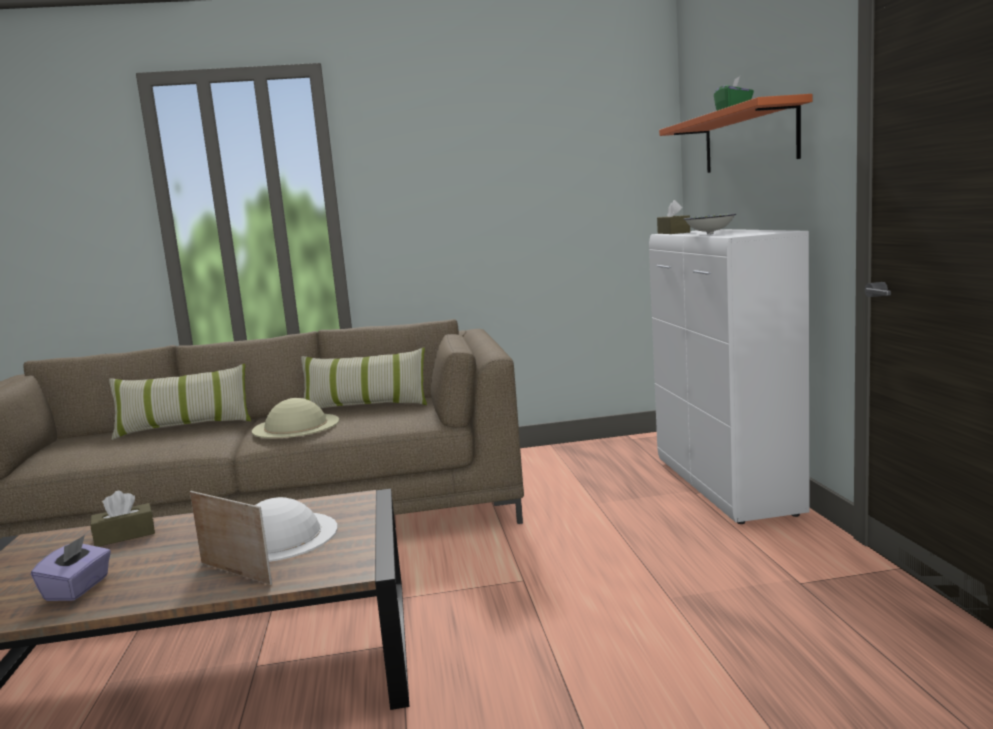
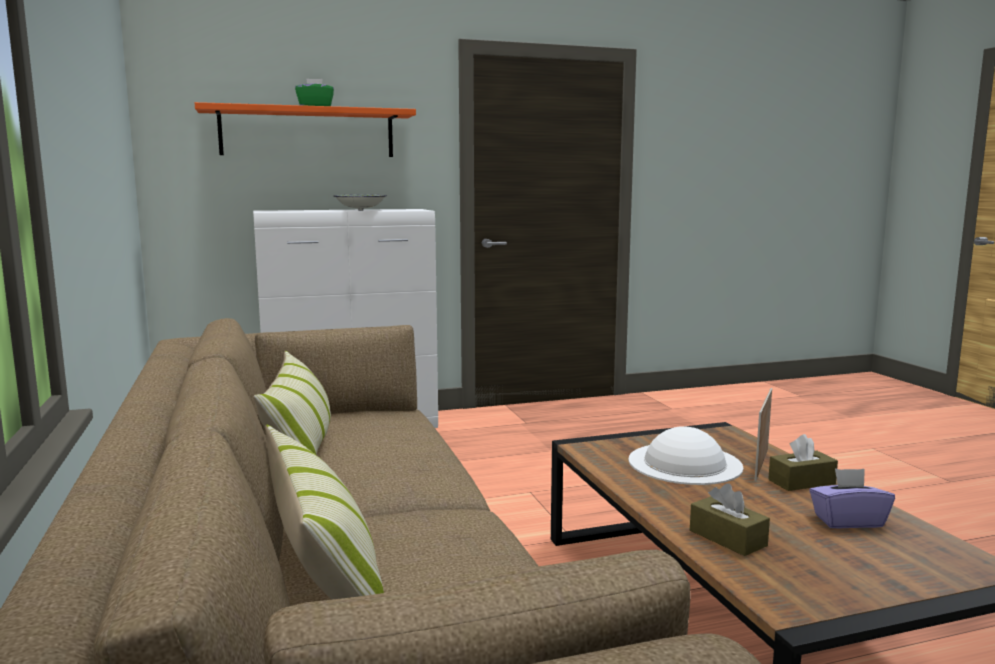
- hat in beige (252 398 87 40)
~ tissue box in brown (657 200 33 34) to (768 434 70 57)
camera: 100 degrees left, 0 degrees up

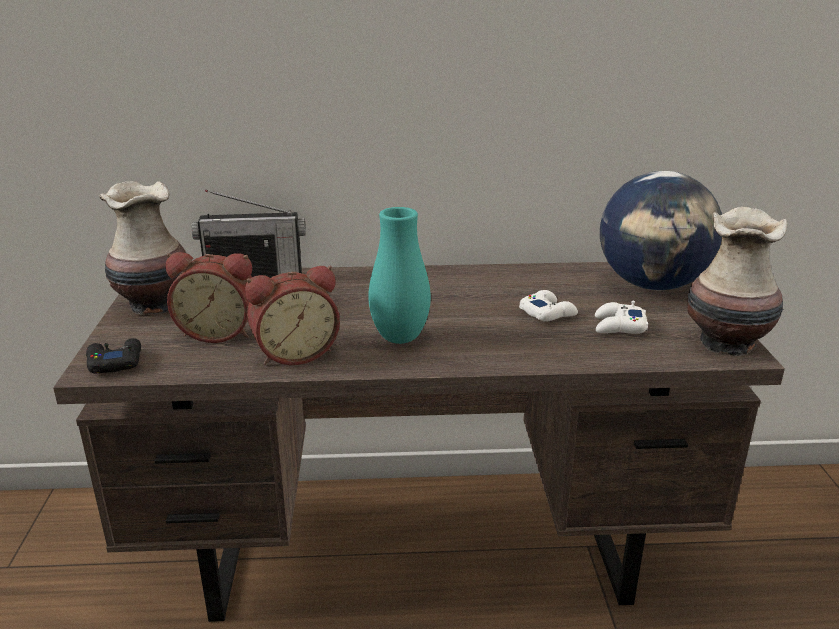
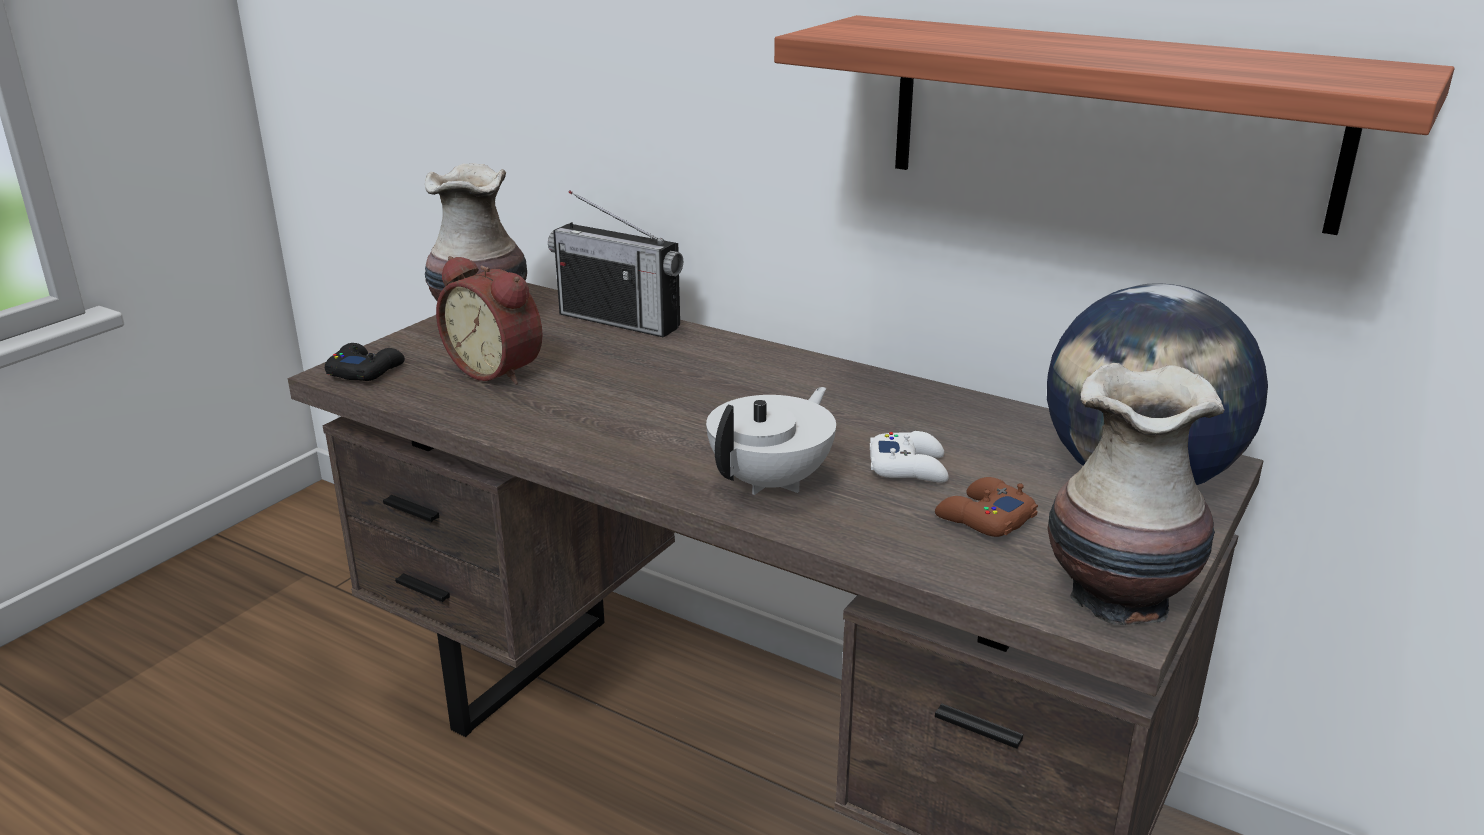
- alarm clock (245 266 95 99)
- vase in turquoise (368 207 63 137)
+ teapot in white (706 387 130 108)
+ shelf (774 15 680 220)
~ game controller in white (595 300 53 34) to game controller in brown (935 477 103 60)
camera: 35 degrees right, 0 degrees up

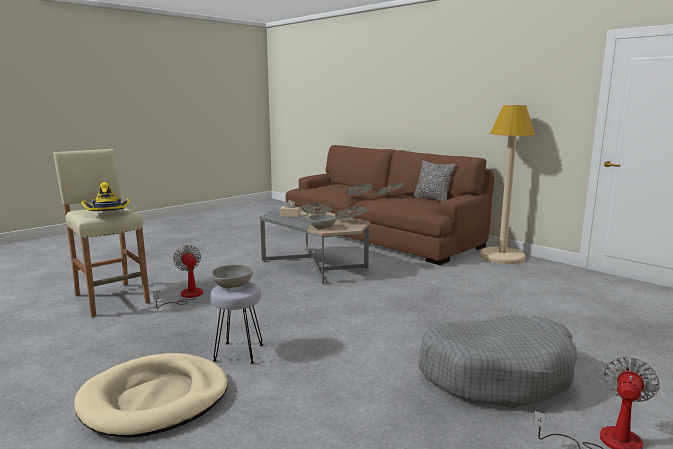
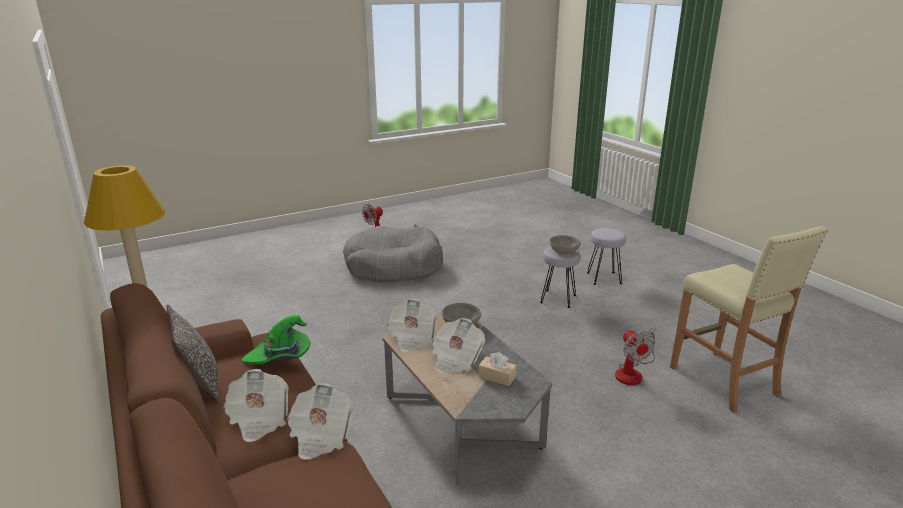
- hat in yellow (82 182 49 29)
+ hat in green (242 315 69 49)
~ dog bed in beige (74 353 154 85) to stool in grey (587 228 39 57)
camera: 165 degrees left, 10 degrees up

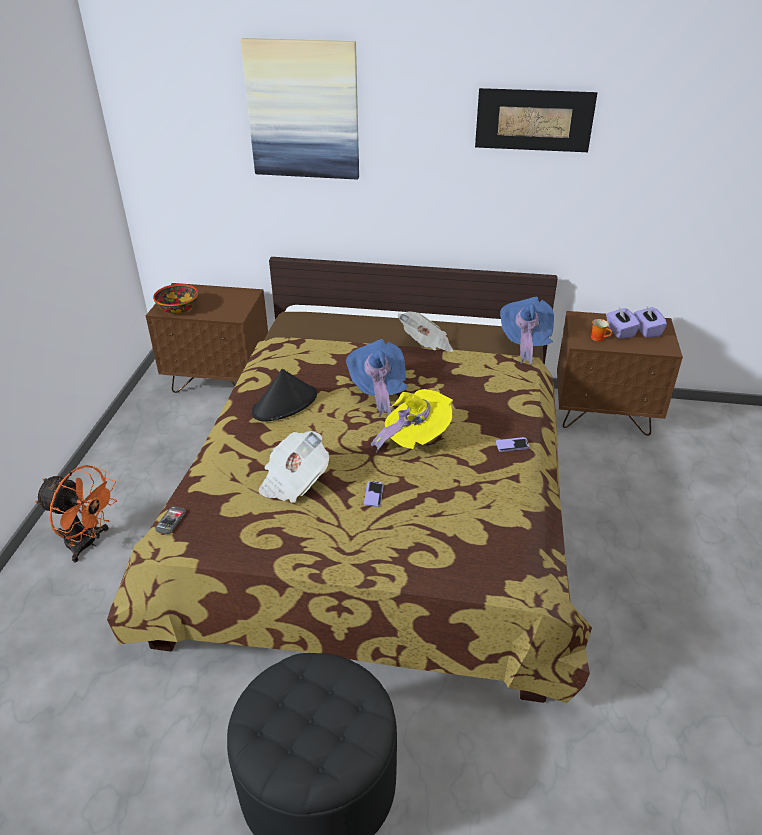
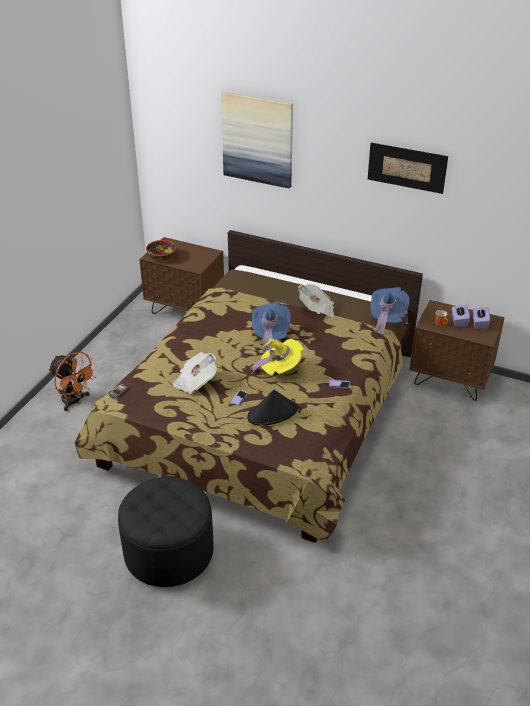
~ hat in black (252 369 65 53) to (247 389 51 36)
camera: 15 degrees right, 0 degrees up

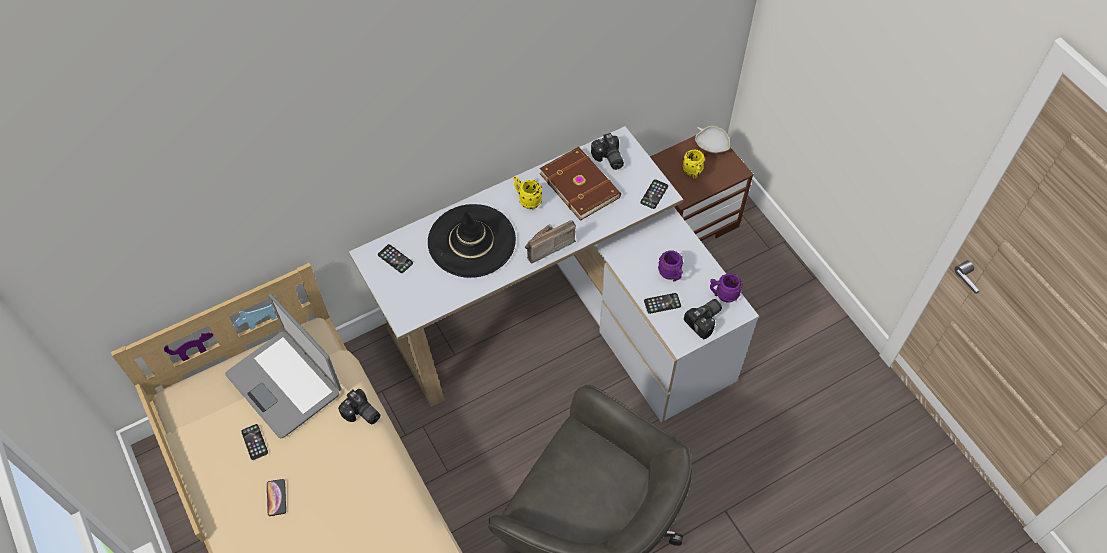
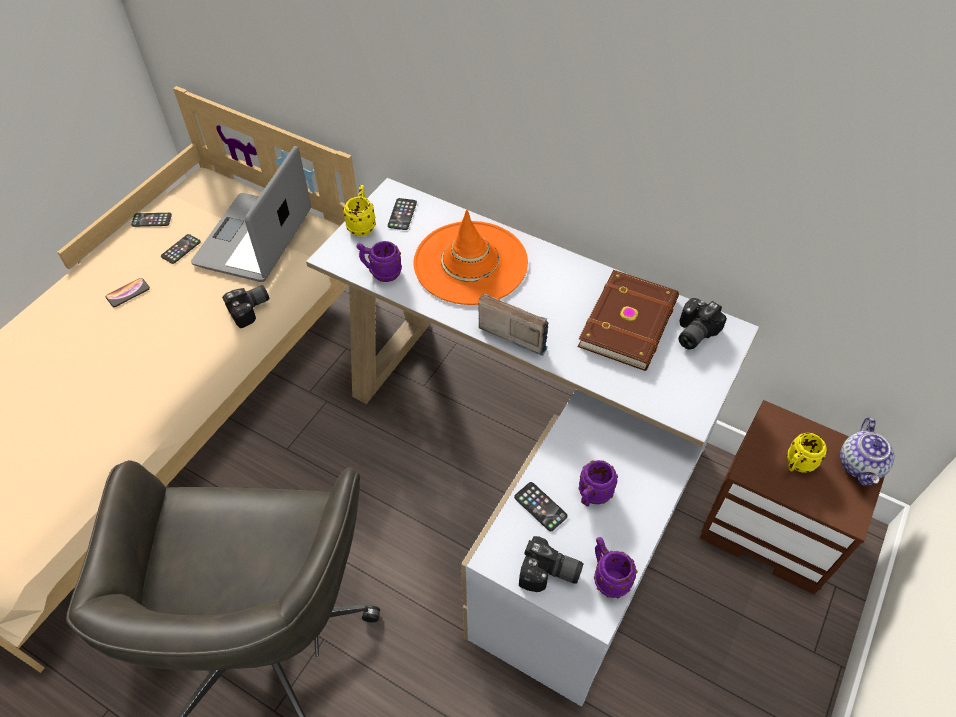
+ mug in purple (356 241 46 41)
~ mug in yellow (513 176 29 33) to (343 185 33 51)
~ phone (640 179 28 30) to (131 213 41 14)
~ bowl in white (695 126 35 27) to teapot (840 417 55 69)
~ hat in black (428 204 88 74) to hat in orange (414 210 114 95)
~ photo camera (338 389 42 36) = (222 285 48 43) 135 degrees counterclockwise
camera: 60 degrees right, 5 degrees down

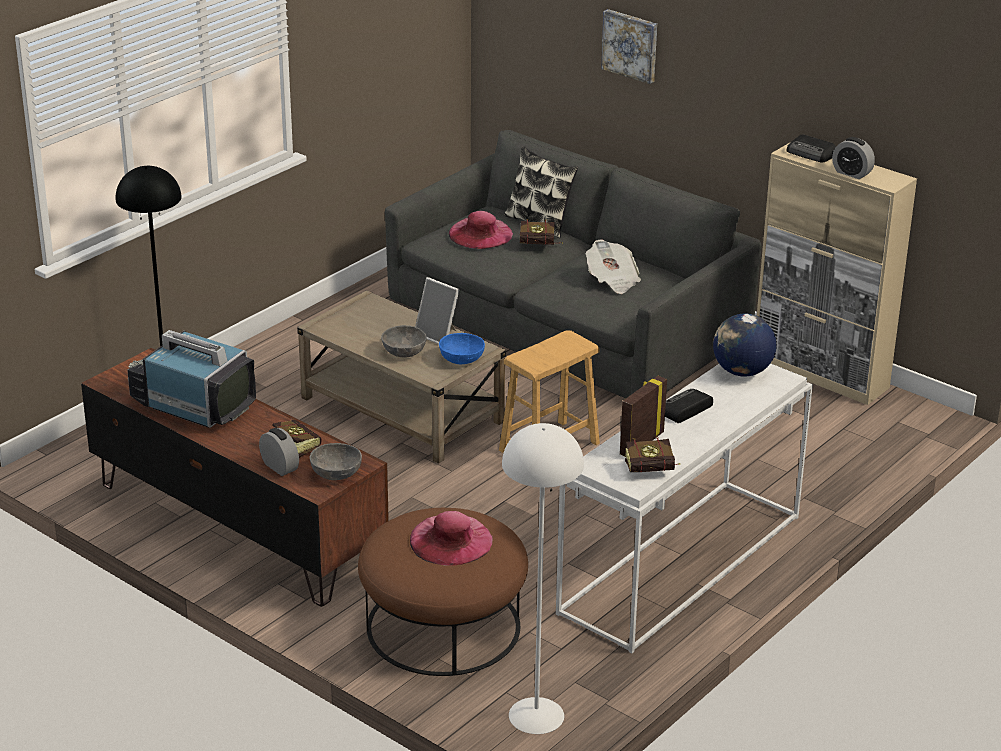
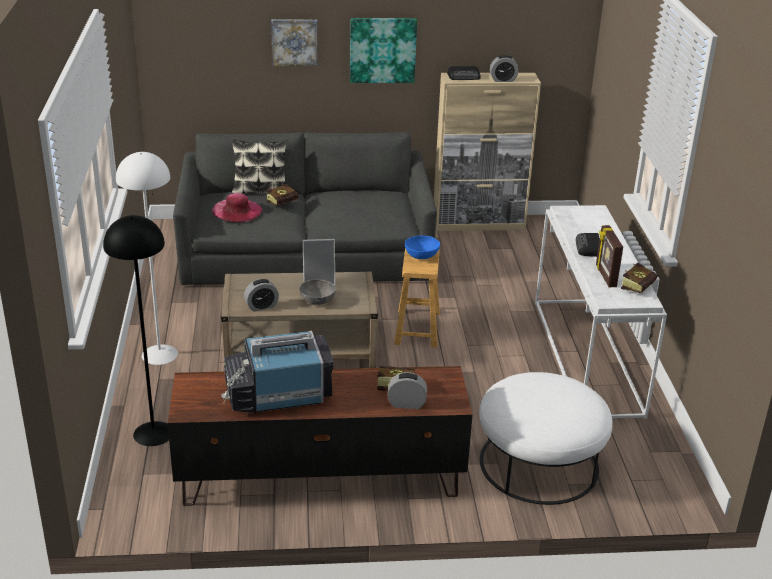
- bowl in grey (310 443 52 37)
- hat in pink (410 511 83 55)
- newspaper (586 240 55 54)
- globe (713 314 64 63)
+ alarm clock (244 279 35 32)
+ picture (350 18 67 65)
~ bowl in blue (439 333 46 31) to (405 236 35 23)
~ floor lamp in white (502 423 82 311) to (116 152 62 213)
~ ottoman in brown (358 508 170 168) to ottoman in white (479 372 134 133)
camera: 45 degrees left, 0 degrees up

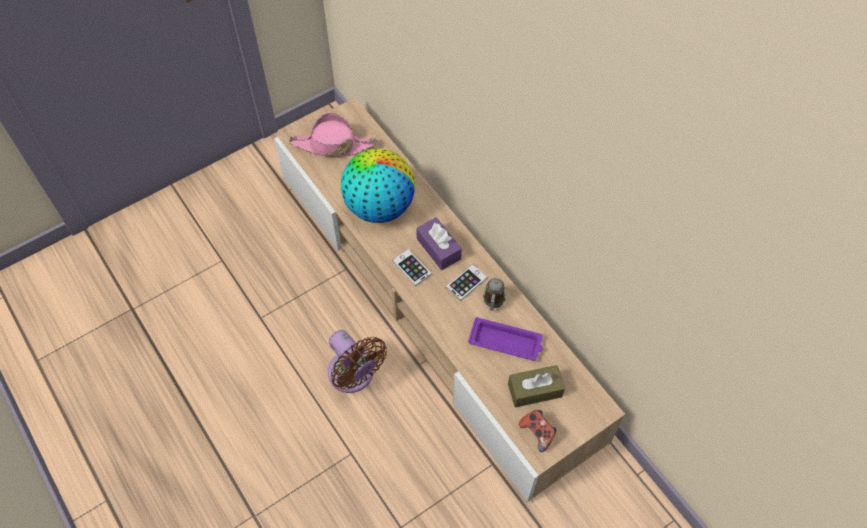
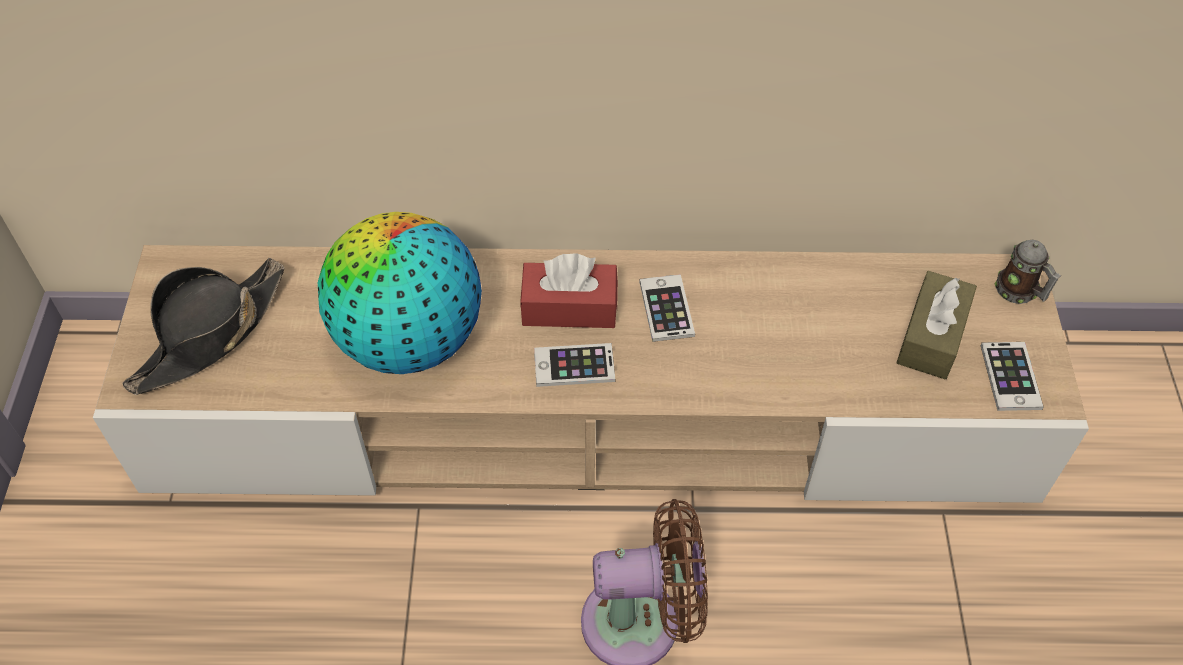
- tray in purple (468 317 75 44)
~ mug (483 278 23 33) to (995 240 66 64)
~ game controller (519 410 38 42) to phone (980 342 64 69)
~ hat in pink (289 113 88 44) to hat in black (122 258 162 137)
~ tissue box in purple (416 217 46 53) to tissue box in red (520 253 98 75)
camera: 55 degrees left, 5 degrees down

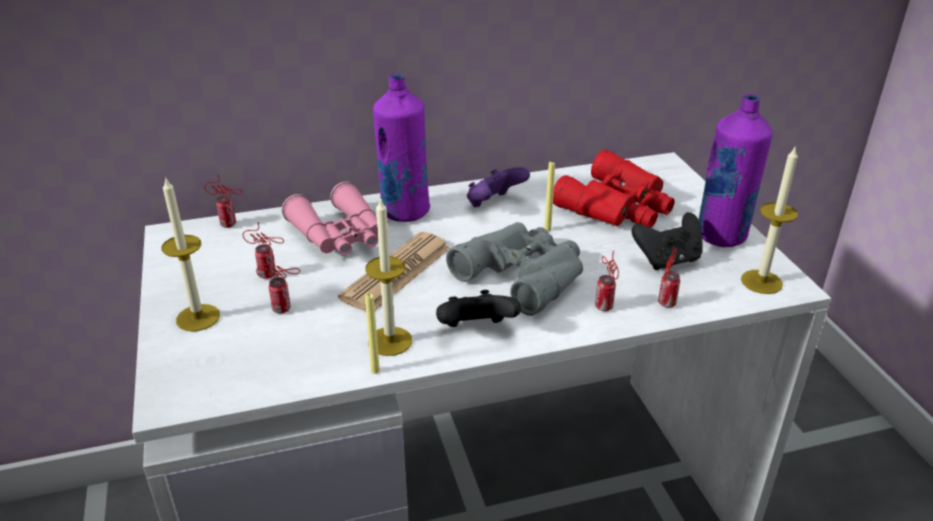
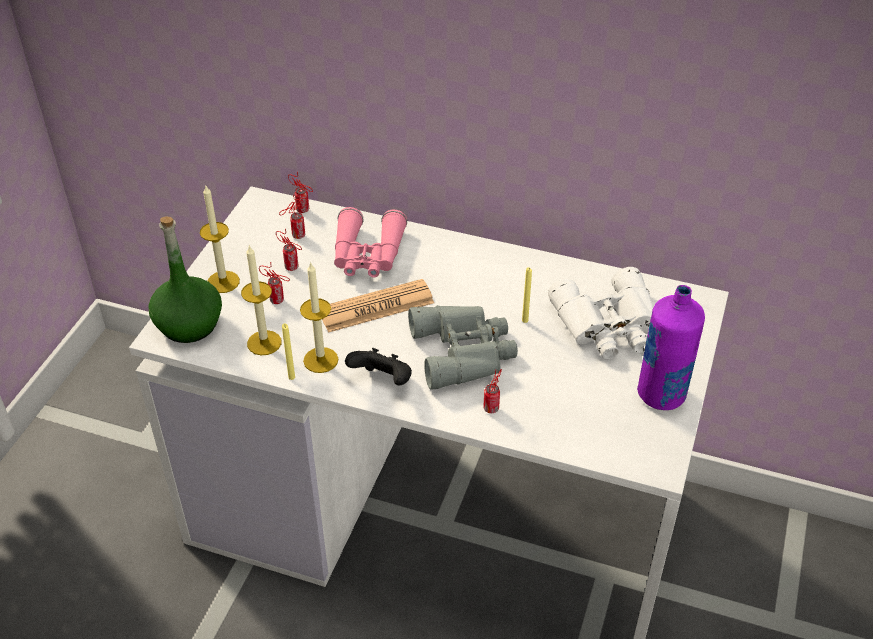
- bottle in purple (373 73 57 149)
- game controller in purple (467 167 63 40)
- game controller in black (632 212 71 58)
+ bottle in green (149 216 73 127)
~ can (658 247 22 61) to (279 195 28 44)
~ candle (741 145 57 149) to (241 245 41 110)
~ binoculars in red (553 149 122 79) to binoculars in white (548 267 105 92)
camera: 35 degrees right, 10 degrees up

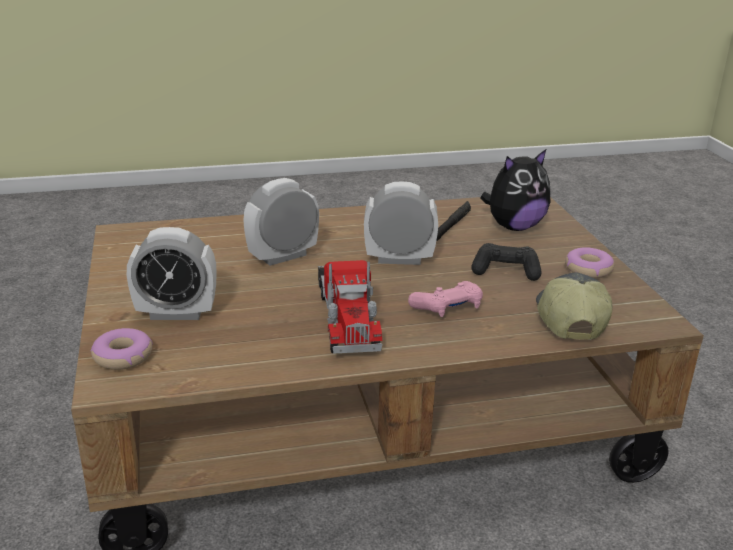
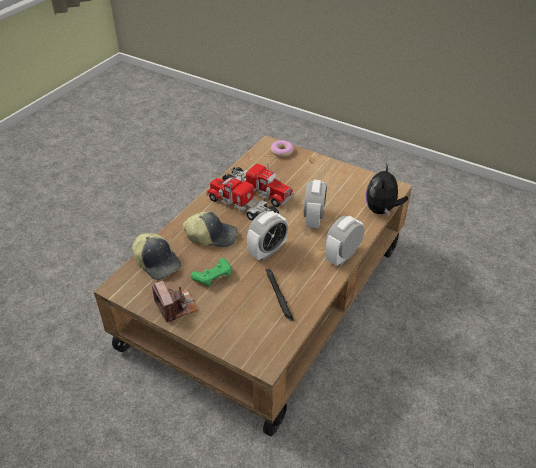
+ toy truck (222 164 72 43)
~ alarm clock (127 227 90 93) to (325 216 39 50)
~ plush toy (480 149 70 82) to (366 162 42 54)
~ game controller in pink (408 281 75 36) to cap (182 211 56 36)
~ donut (565 247 49 31) to photo camera (152 281 46 41)
~ game controller in black (472 243 70 38) to game controller in green (191 258 40 29)
camera: 135 degrees right, 15 degrees up

